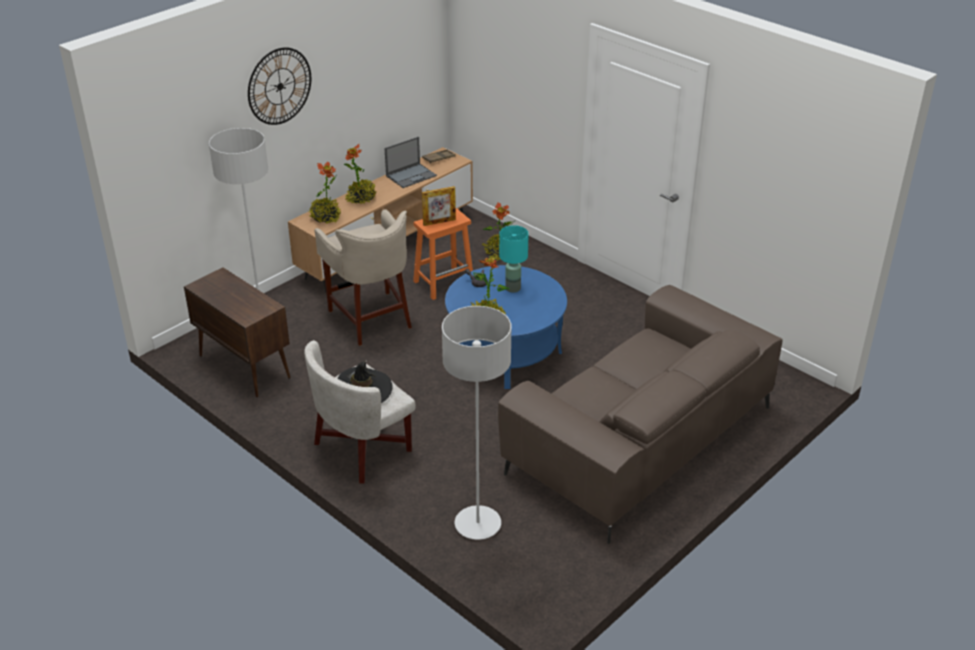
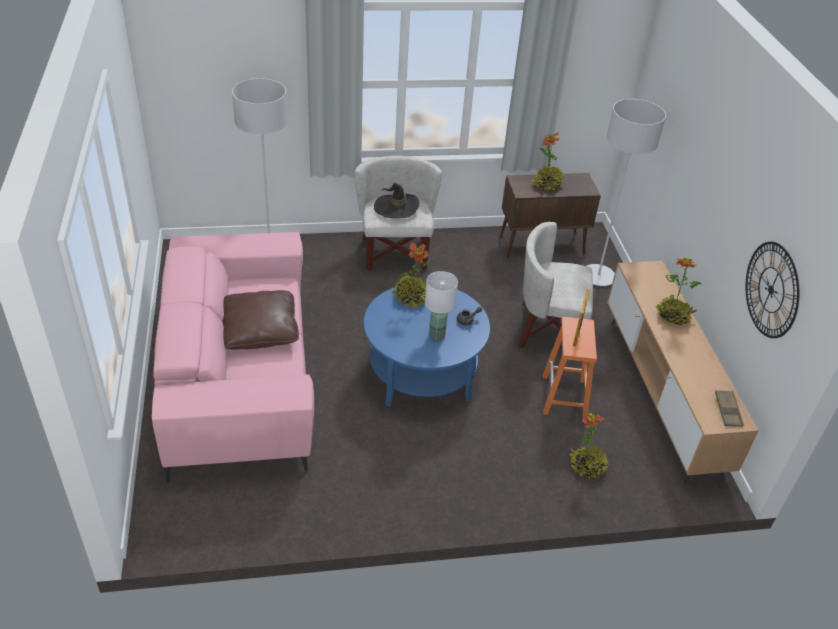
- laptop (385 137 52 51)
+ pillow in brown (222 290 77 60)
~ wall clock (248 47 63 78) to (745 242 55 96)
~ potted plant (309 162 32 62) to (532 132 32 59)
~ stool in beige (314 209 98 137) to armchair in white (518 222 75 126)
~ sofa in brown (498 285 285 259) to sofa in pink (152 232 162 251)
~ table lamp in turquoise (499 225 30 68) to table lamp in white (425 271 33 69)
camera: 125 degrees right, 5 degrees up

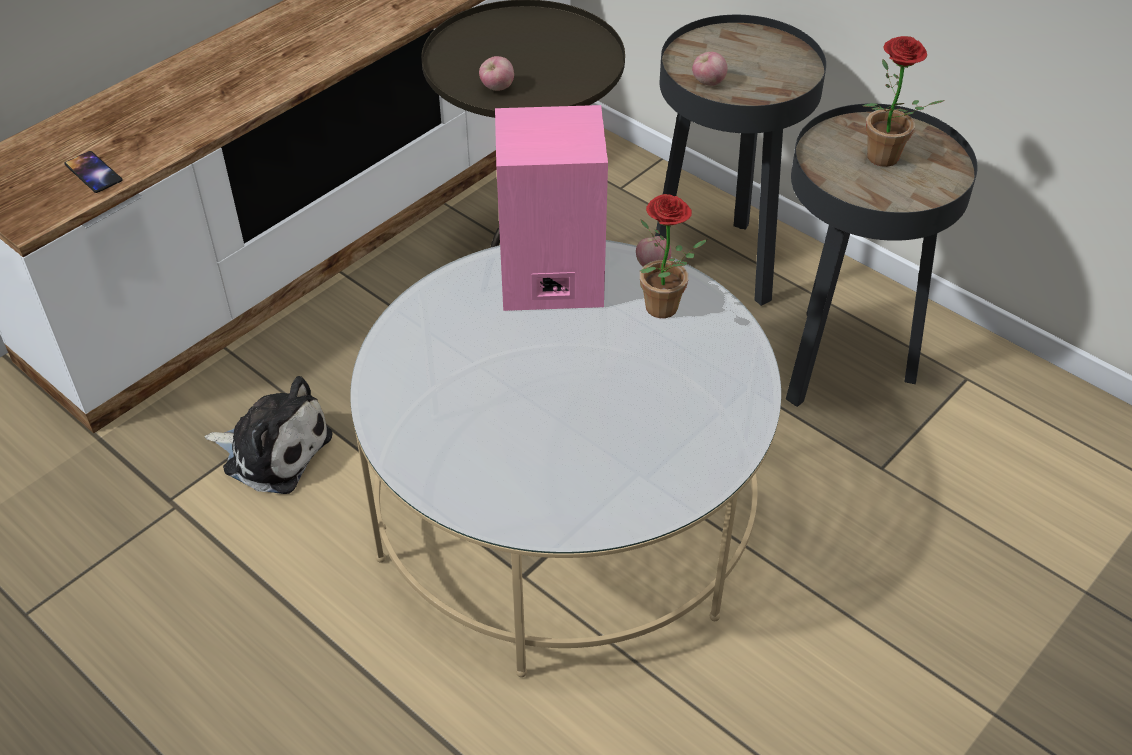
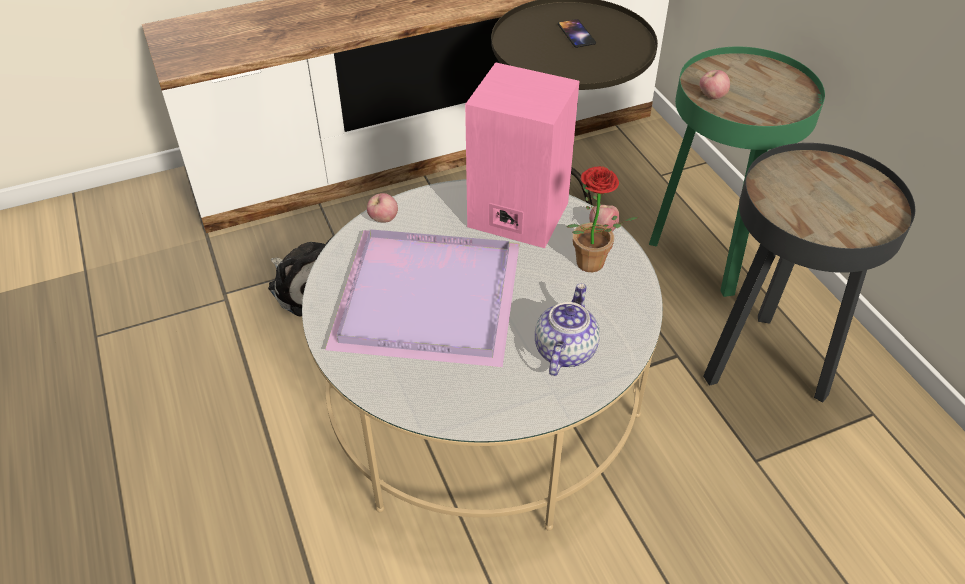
- potted plant (862 36 83 131)
+ tray in purple (325 229 195 138)
+ teapot (535 283 65 93)
~ phone (64 151 58 42) to (558 19 38 29)
~ apple (479 56 35 35) to (367 193 31 30)
~ side table in black (655 15 171 291) to side table in green (649 47 176 250)
camera: 25 degrees right, 0 degrees up

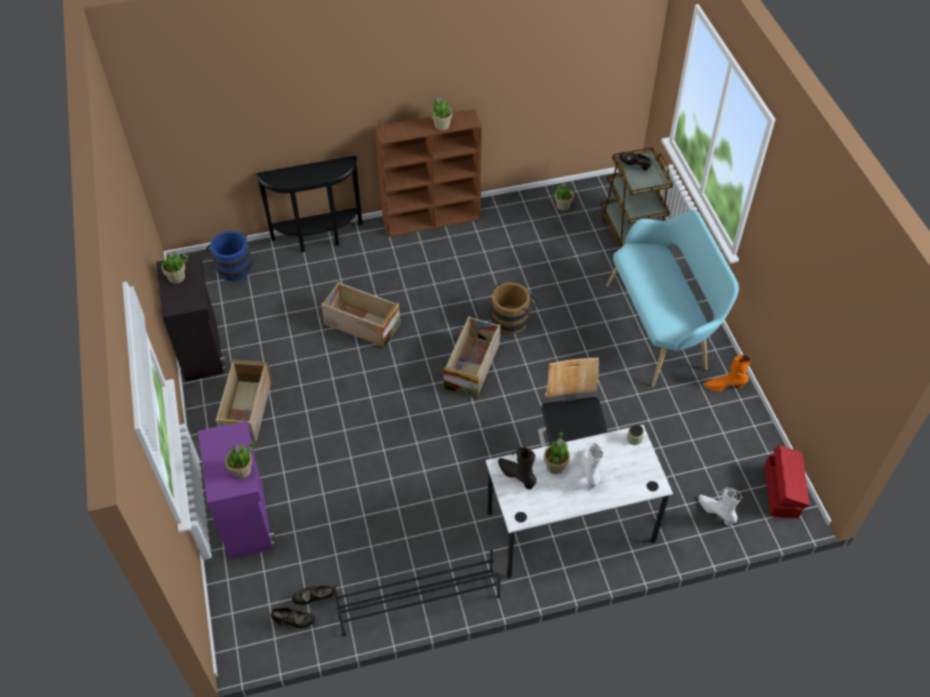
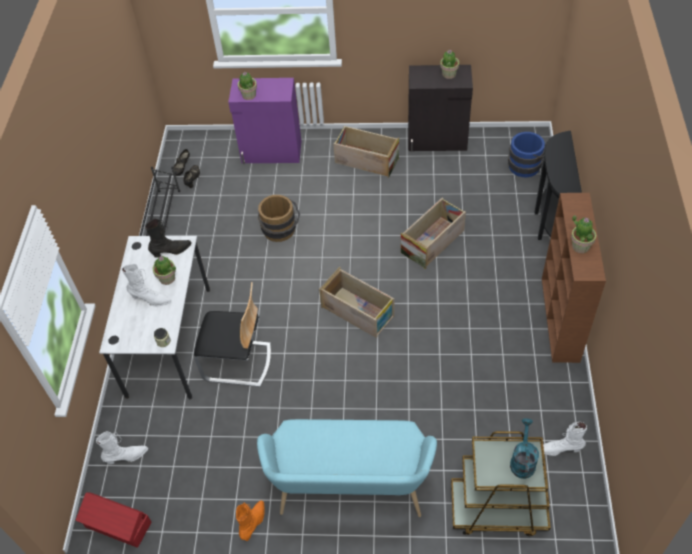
~ bucket in brown (491 282 46 52) to (258 195 42 47)
~ potted plant (555 183 19 27) to boot in white (543 422 44 34)
~ shoe in black (620 152 32 19) to watering can in turquoise (510 418 29 61)
camera: 110 degrees right, 0 degrees up

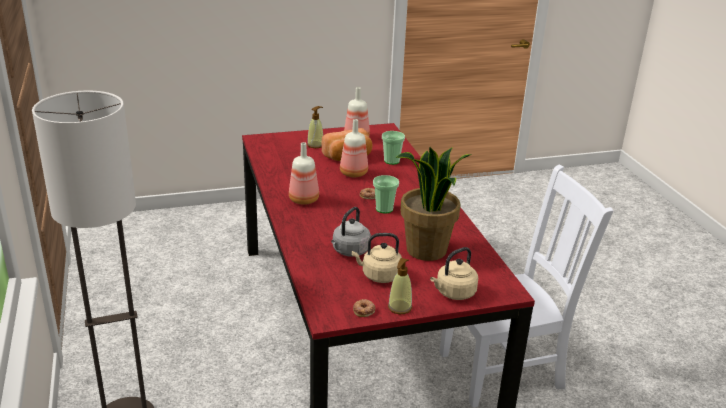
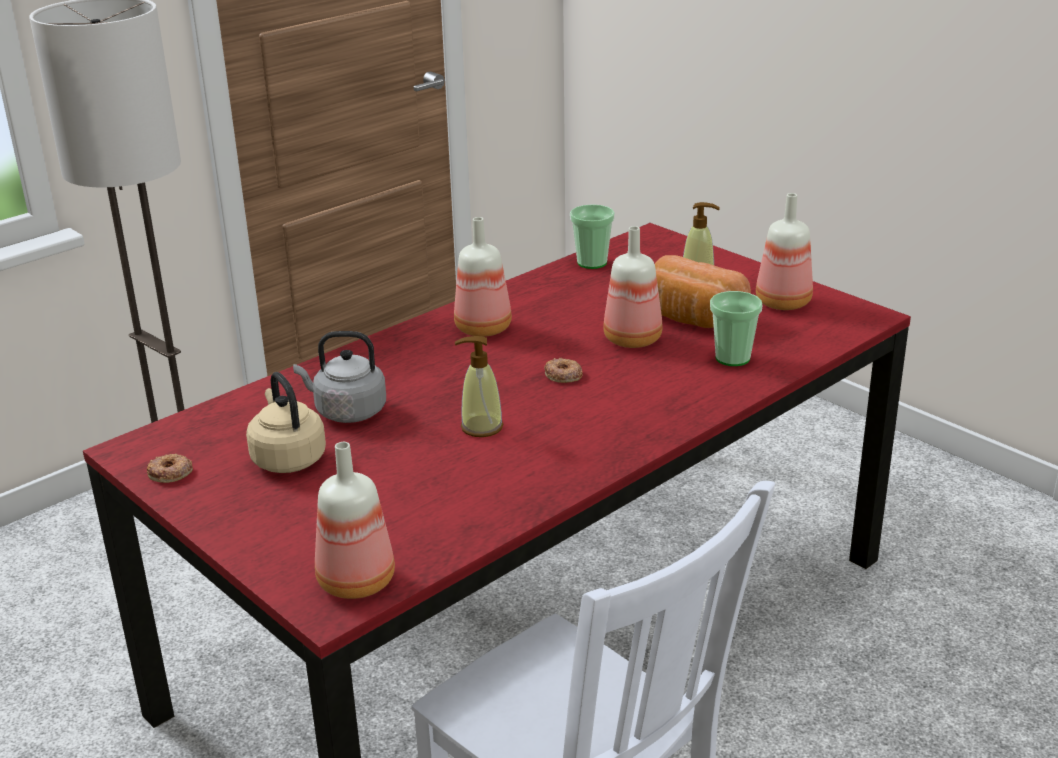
- potted plant (395 147 77 114)
- kettle in beige (430 247 48 53)
+ bottle (315 442 80 157)
~ cup (373 175 26 38) to (570 204 45 65)
~ soap dispenser (388 258 24 56) to (455 336 48 101)
camera: 65 degrees right, 0 degrees up

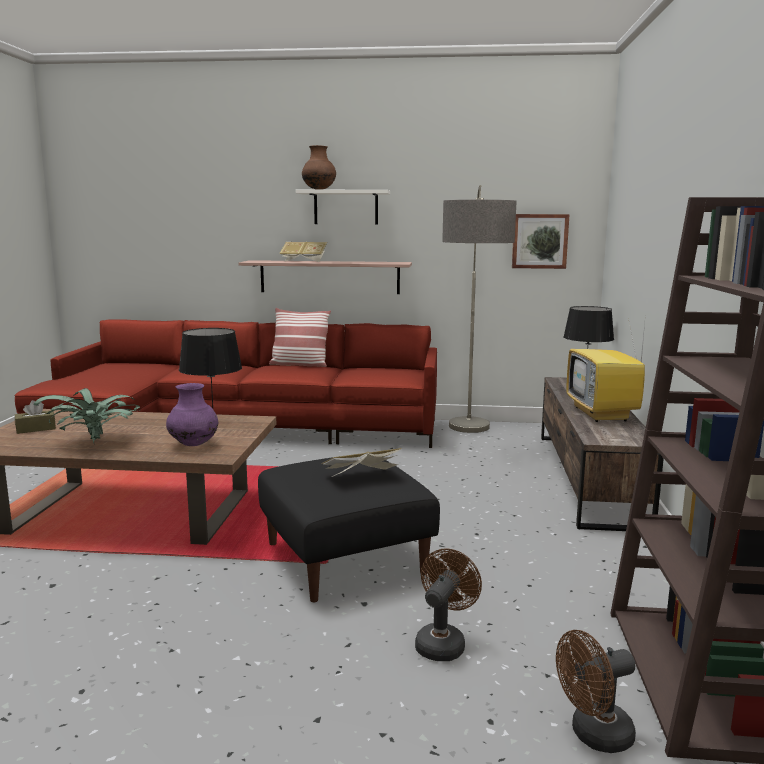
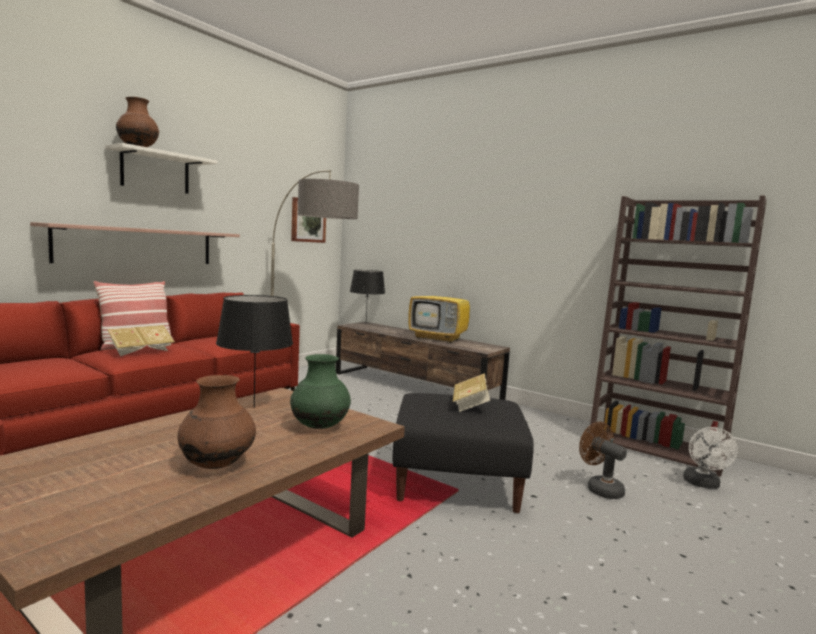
- tissue box in brown (15 400 41 34)
~ book (279 242 48 20) to (107 325 68 31)
~ potted plant (33 388 107 55) to vase in brown (178 375 78 94)
~ vase in purple (166 383 52 63) to vase in green (290 354 61 75)
~ fan in brown (556 630 80 123) to fan in white (683 427 55 62)
camera: 60 degrees left, 5 degrees down

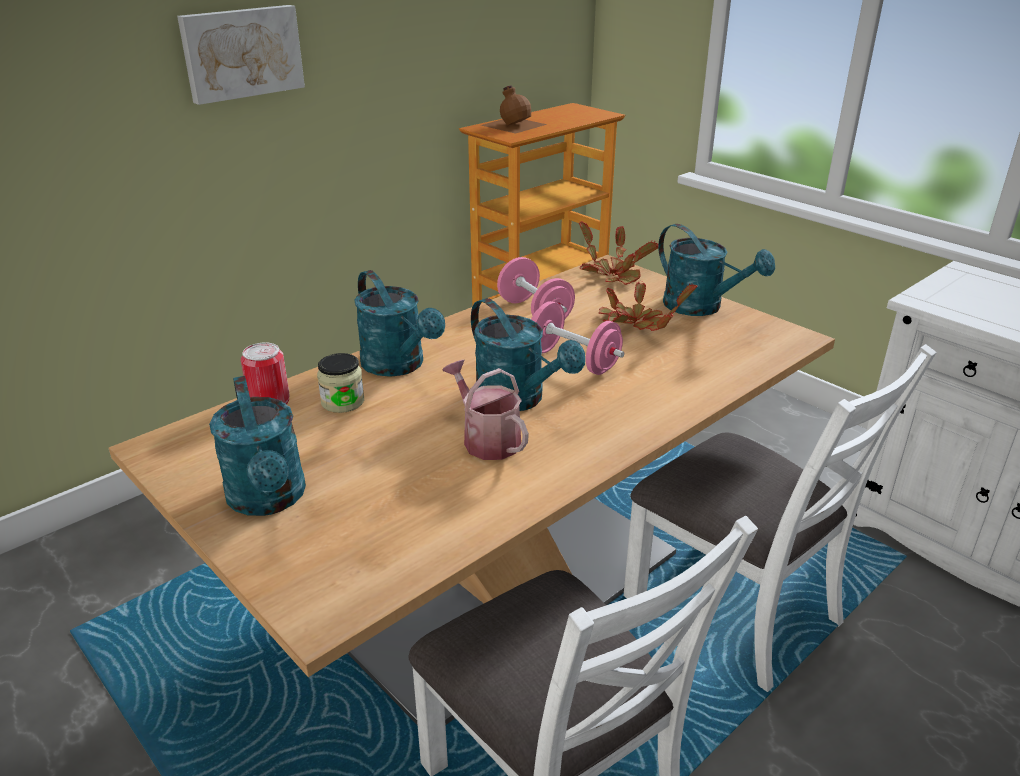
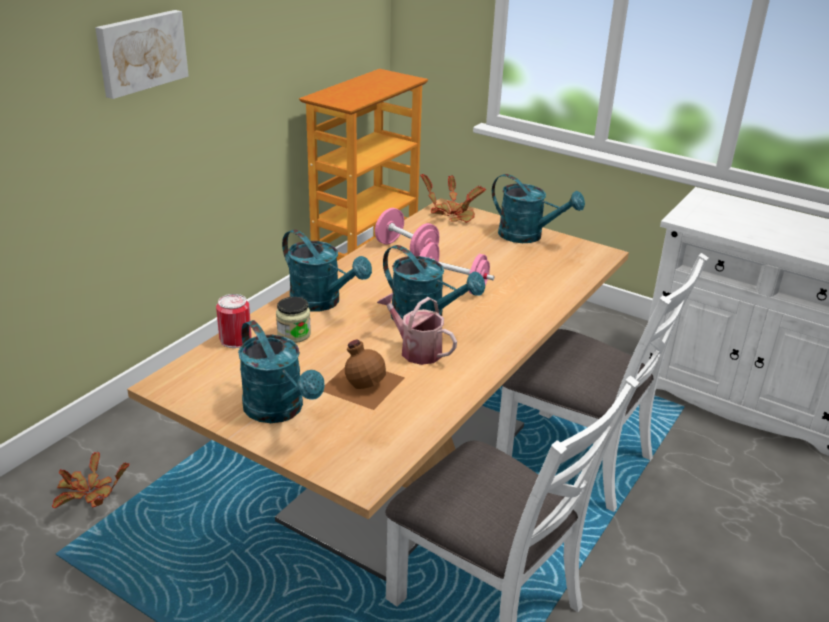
~ bottle in brown (481 85 66 49) to (323 340 82 70)
~ potted plant (598 281 100 50) to (52 451 77 57)
camera: 15 degrees left, 0 degrees up

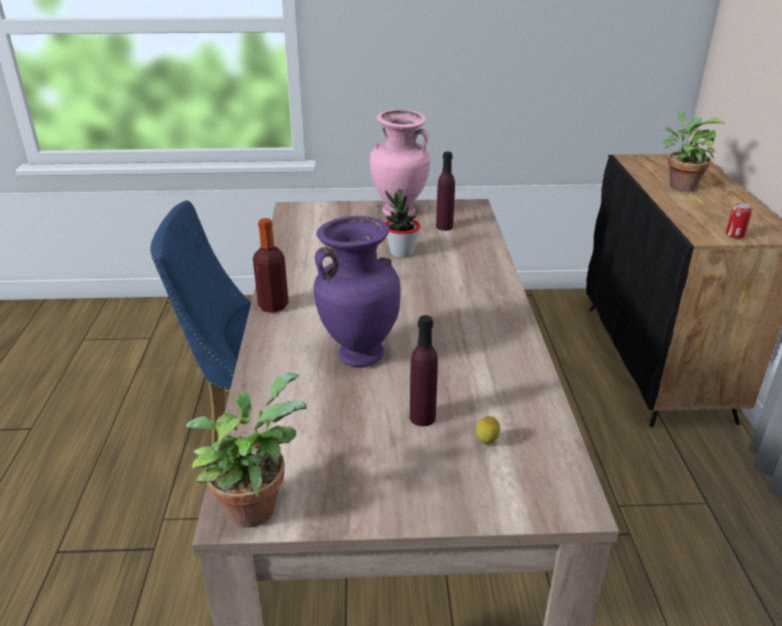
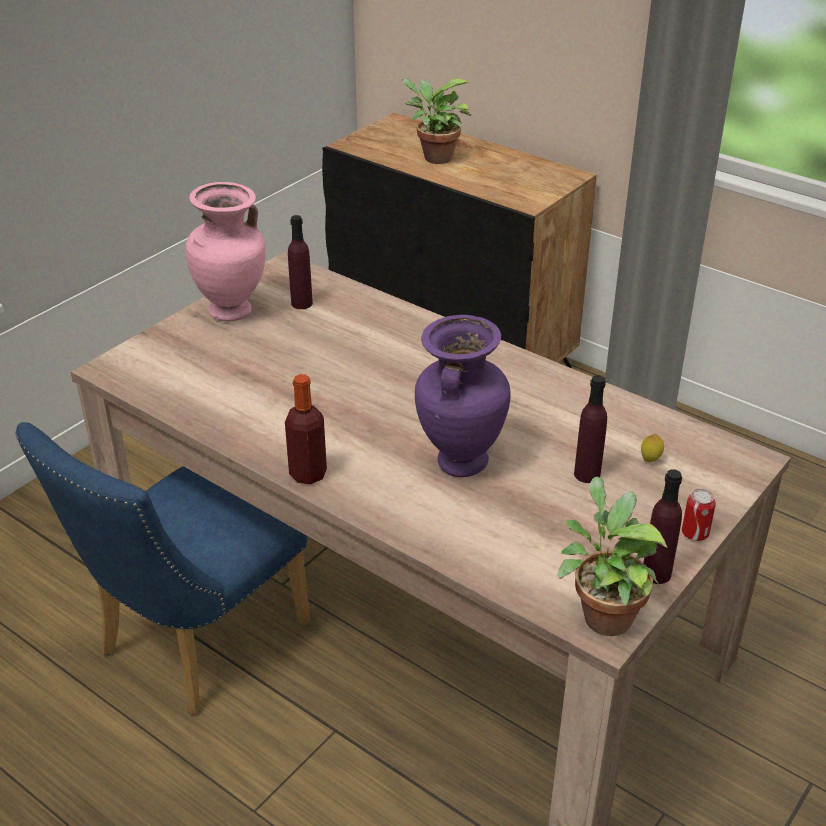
- potted plant (385 189 35 69)
+ bottle in purple (643 469 39 115)
~ can (726 202 26 37) to (682 489 34 52)
camera: 50 degrees left, 5 degrees up

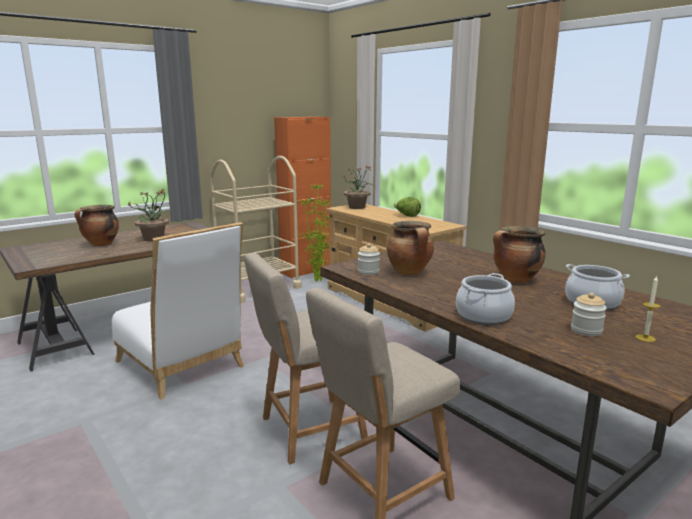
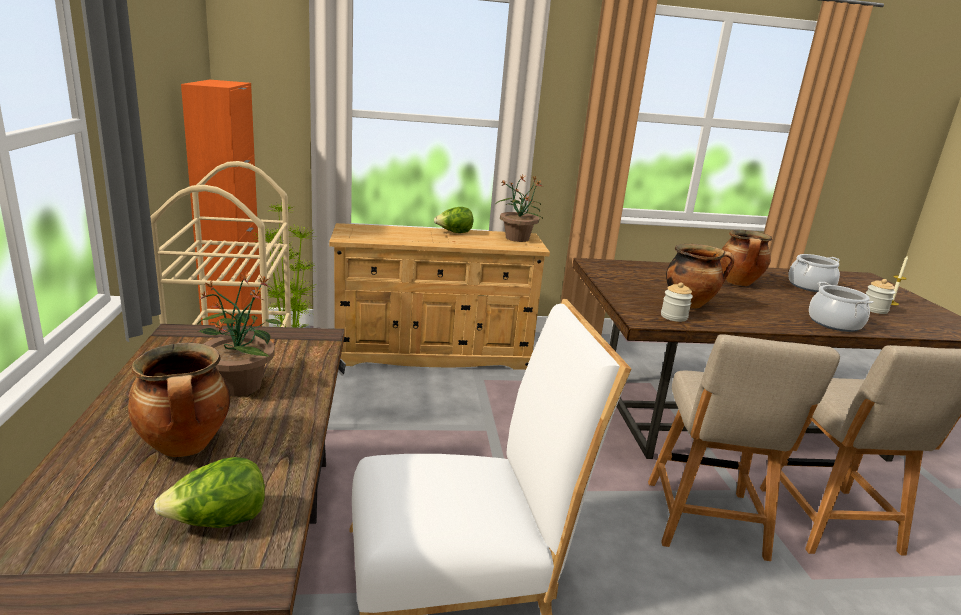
+ lettuce (153 457 112 71)
~ potted plant (343 166 30 43) to (495 175 48 67)
camera: 60 degrees left, 5 degrees up

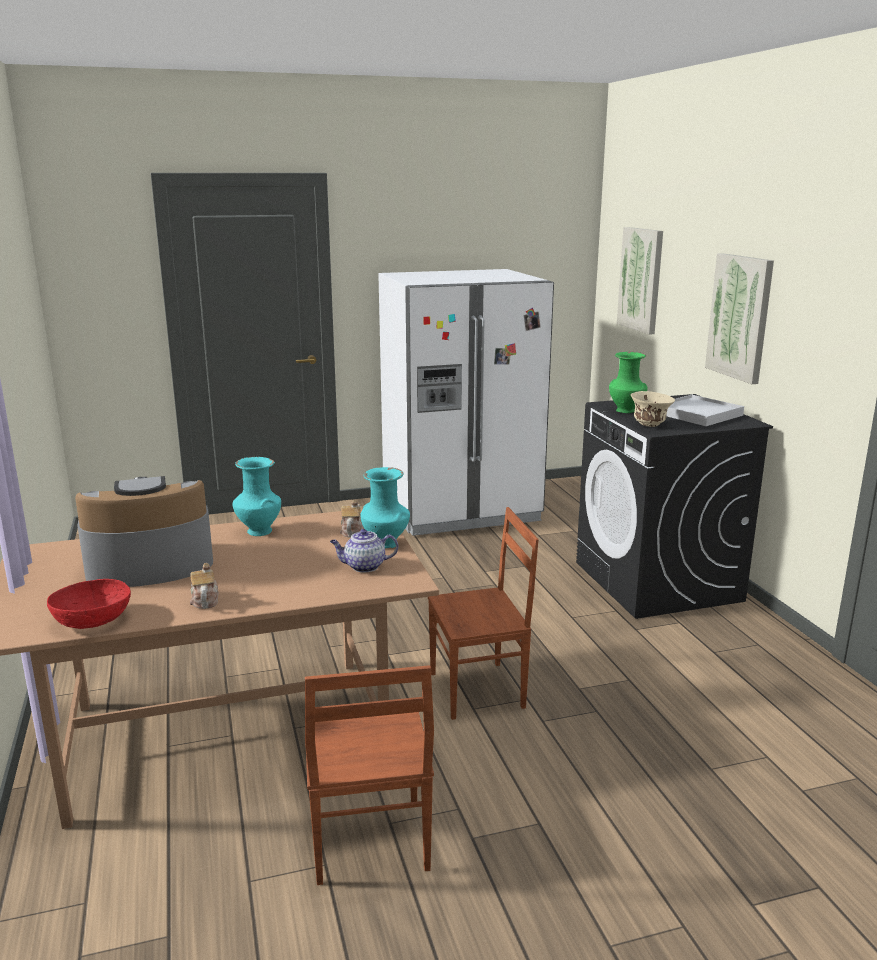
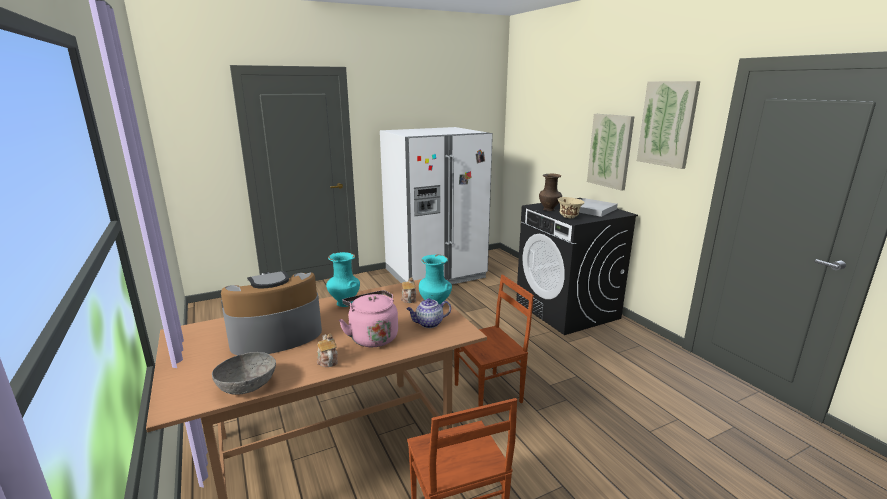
+ kettle in pink (339 290 59 57)
~ picture (617 227 46 108) to (637 81 63 88)
~ bowl in red (47 579 84 50) to bowl in grey (212 352 64 43)
~ vase in green (609 352 39 61) to vase in brown (539 174 23 37)
camera: 10 degrees left, 0 degrees up

